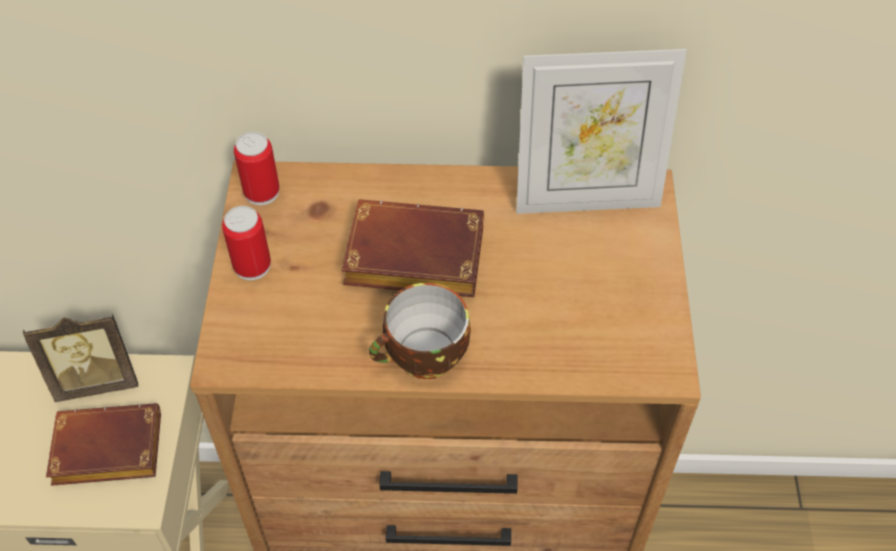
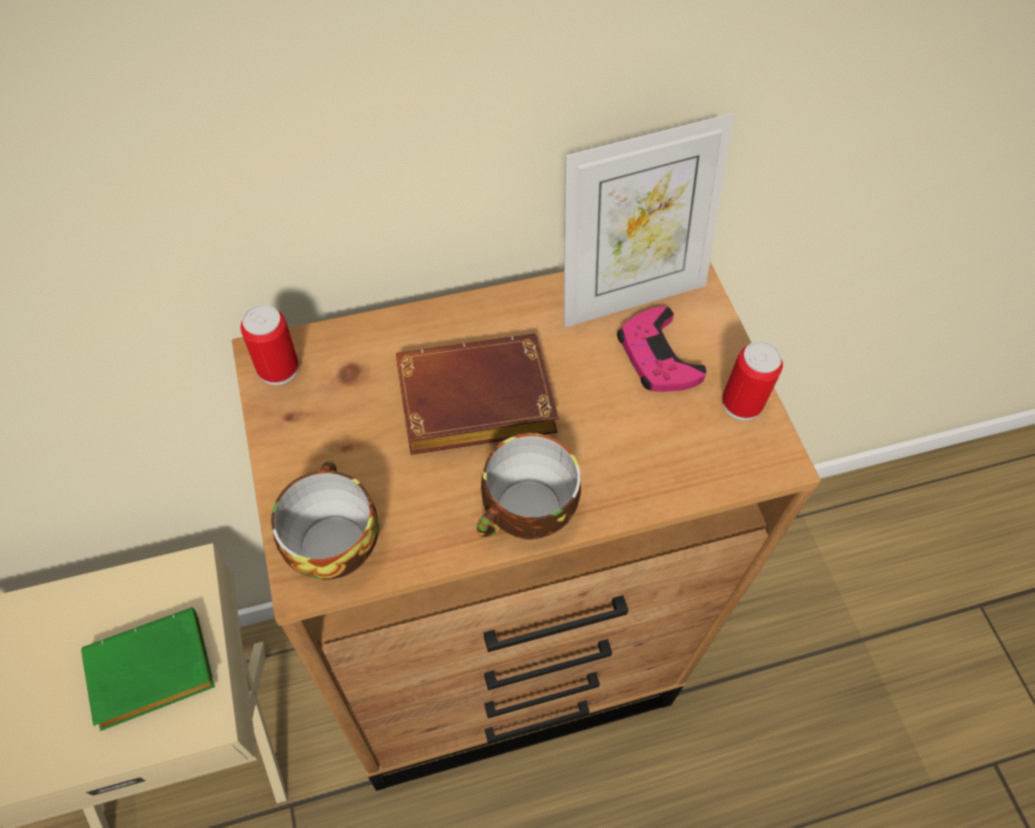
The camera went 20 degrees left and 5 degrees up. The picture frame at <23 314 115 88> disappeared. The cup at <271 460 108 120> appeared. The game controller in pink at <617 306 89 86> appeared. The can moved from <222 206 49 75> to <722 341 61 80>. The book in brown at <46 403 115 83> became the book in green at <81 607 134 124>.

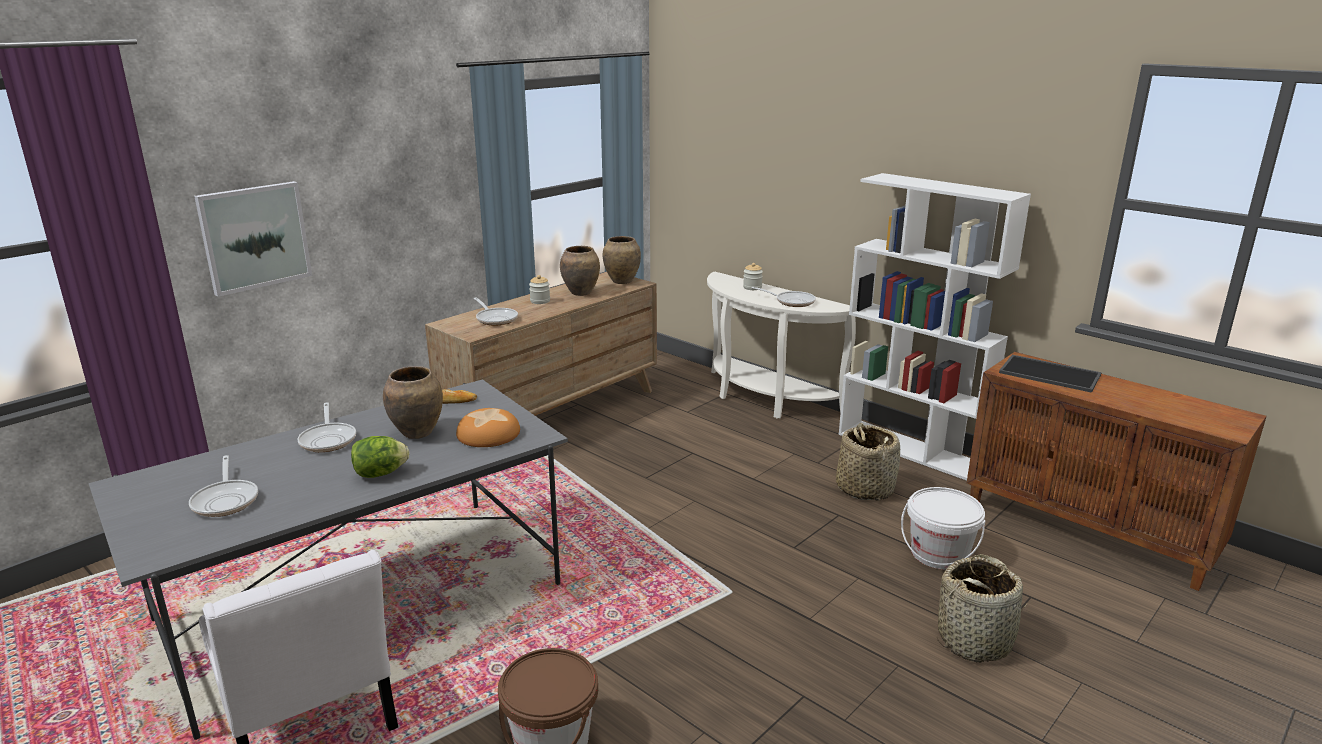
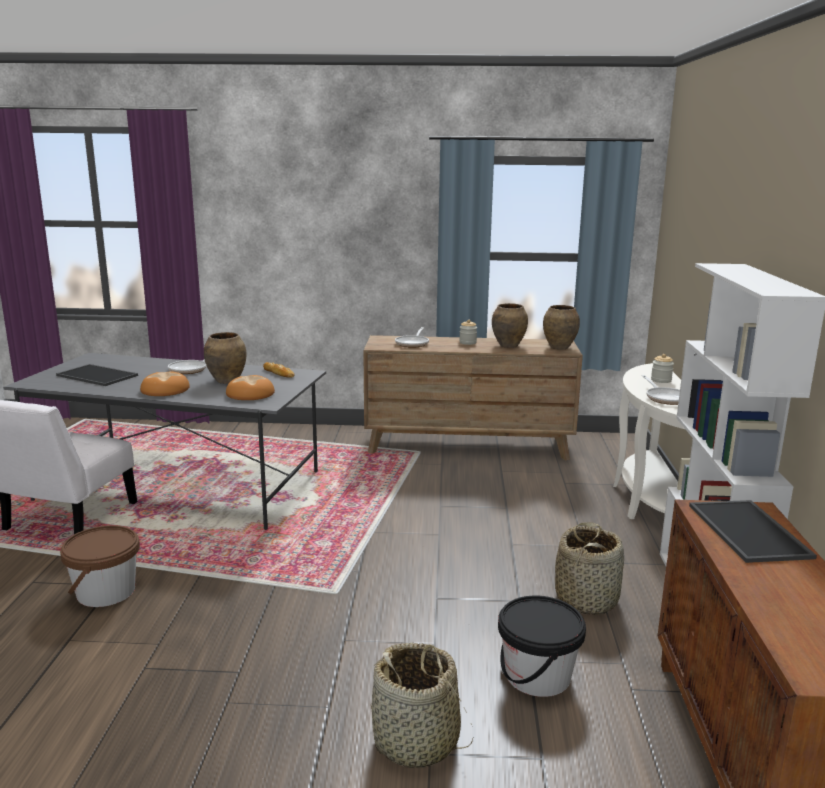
The camera went 50 degrees right and 5 degrees down. The picture at <194 181 118 116> disappeared. The frying pan at <189 455 69 62> was replaced by the tray at <56 364 82 22>. The lettuce at <351 436 58 42> was replaced by the bread at <140 371 50 25>. The bucket in white at <901 487 84 83> became the bucket in black at <498 596 88 101>.

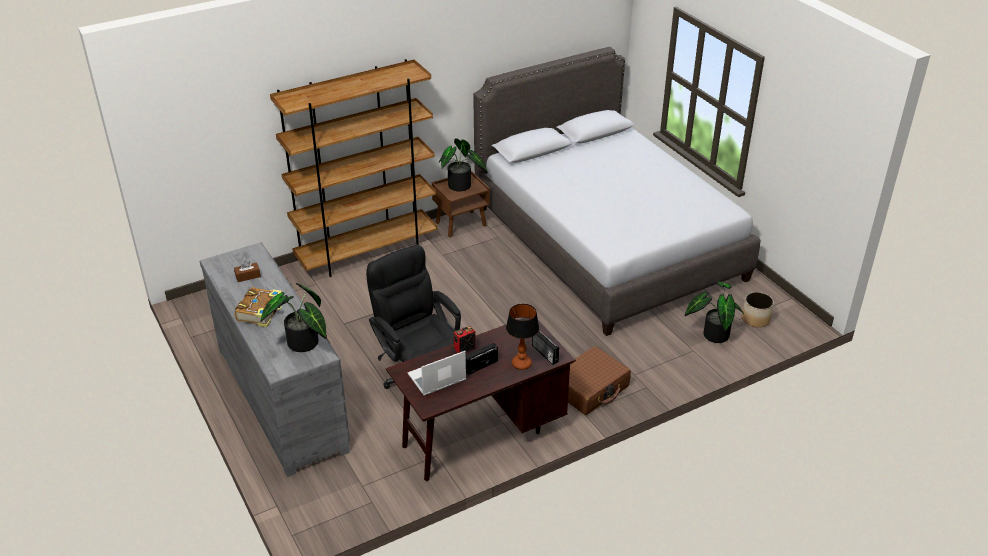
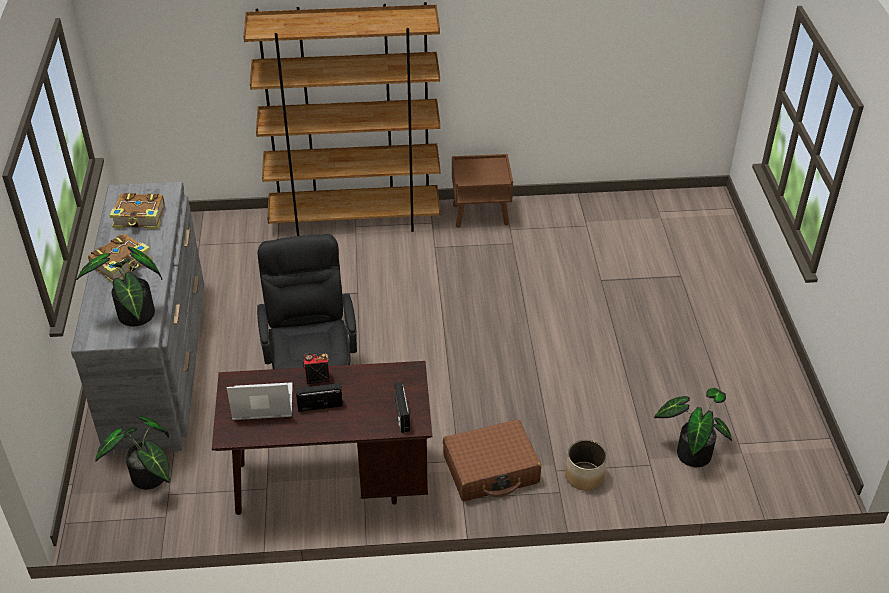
The camera went 25 degrees right and 5 degrees up. The bed in grey at <473 47 287 289> disappeared. The table lamp at <506 304 33 66> disappeared. The potted plant moved from <439 139 49 53> to <95 416 75 74>. The planter moved from <742 292 32 36> to <565 440 42 51>. The tissue box in brown at <234 261 27 21> was replaced by the book at <110 193 55 36>.

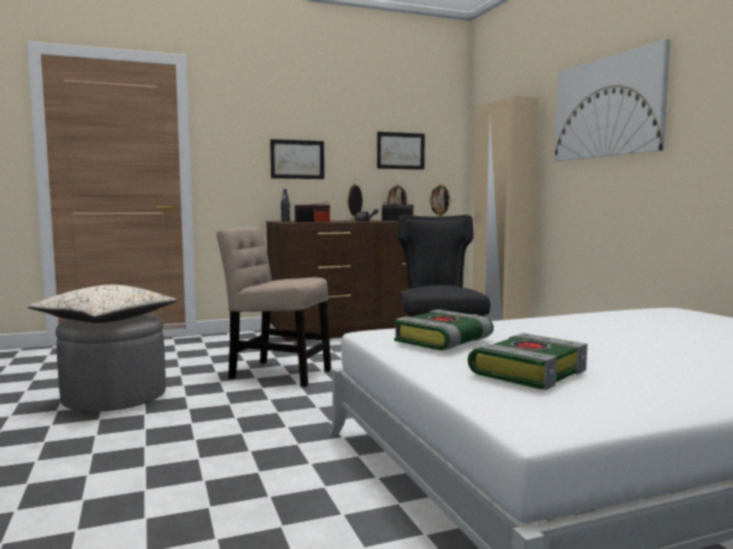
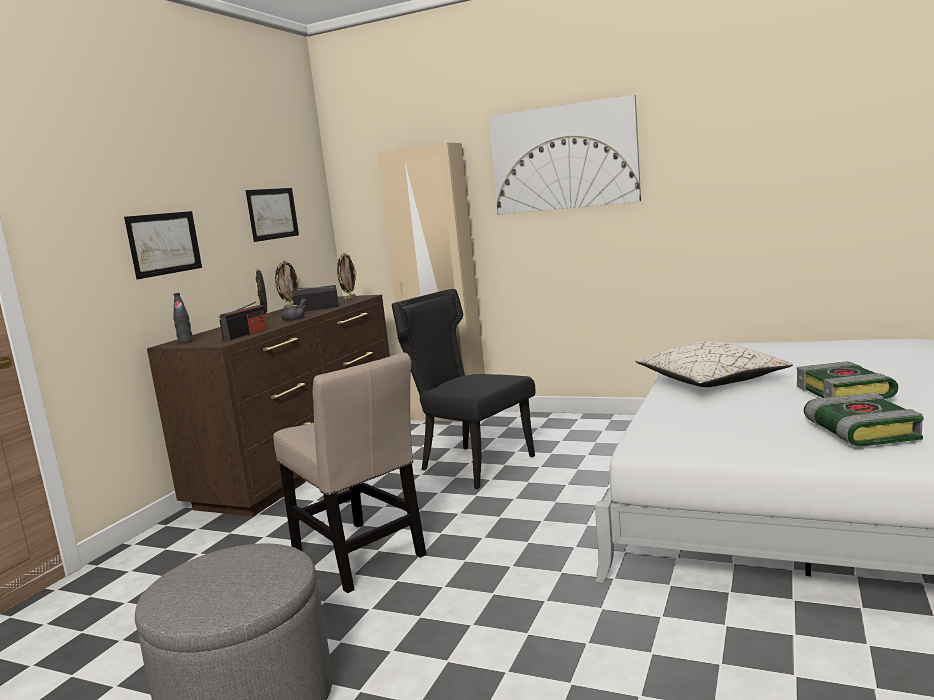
The camera went 45 degrees left and 5 degrees up. The pillow in beige moved from <27 285 150 38> to <635 341 158 46>. The book moved from <394 309 100 42> to <797 362 101 37>. The chair in beige at <216 227 115 160> turned 105 degrees counterclockwise.

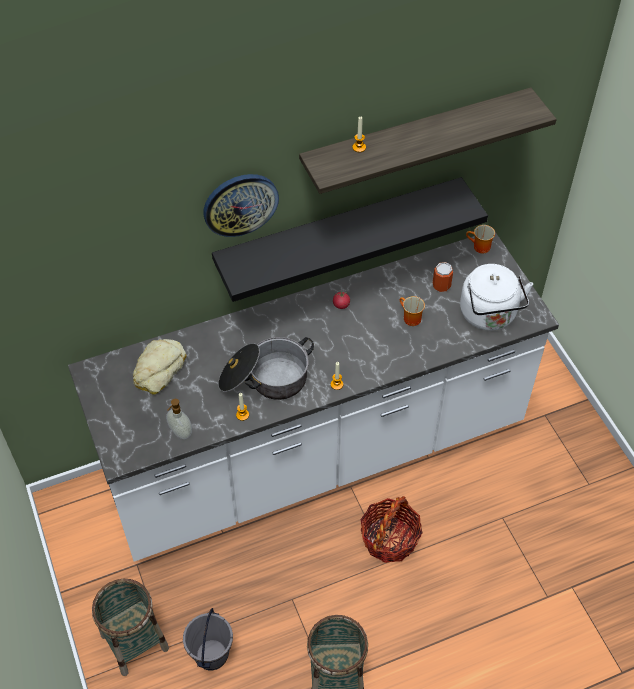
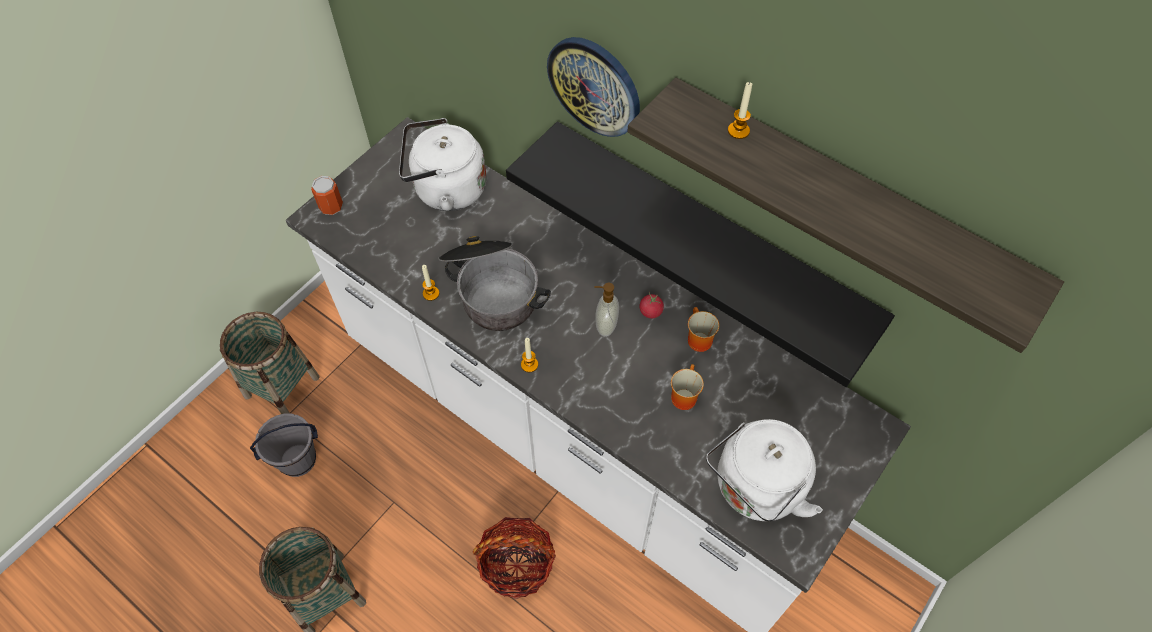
The camera went 60 degrees right and 5 degrees up. The soap dispenser moved from <166 399 26 40> to <594 283 25 54>. The can moved from <433 262 20 30> to <311 176 32 39>. The mug moved from <466 225 29 28> to <688 307 31 45>. The bread at <133 339 54 56> was replaced by the kettle in white at <399 118 88 93>.

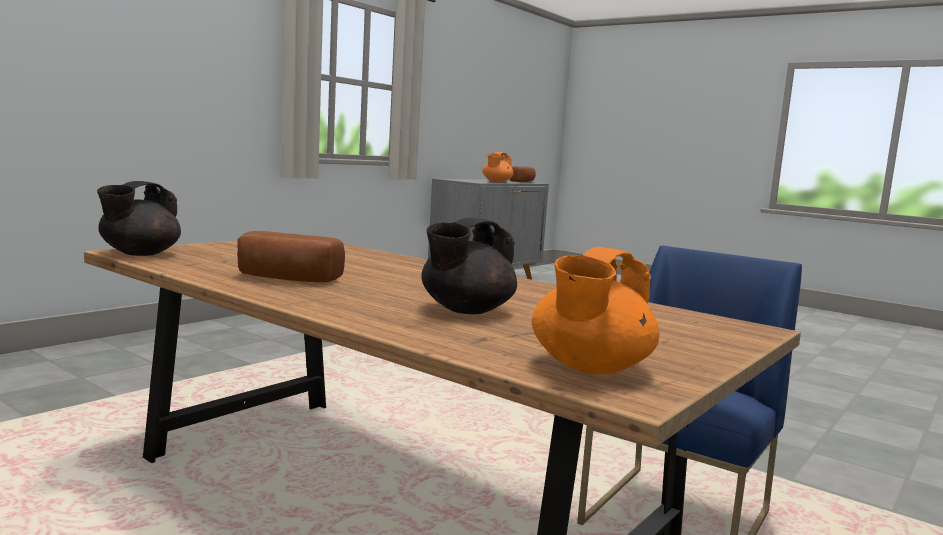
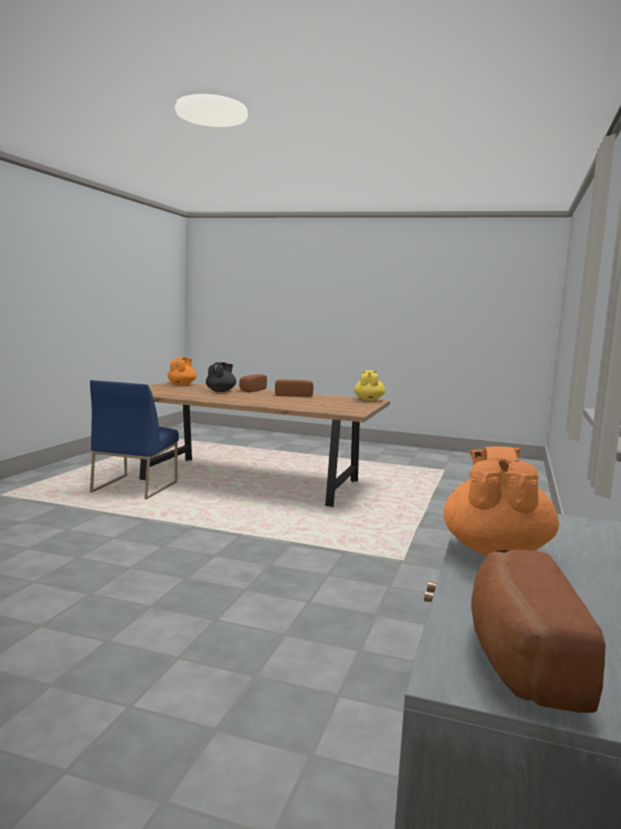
The camera went 160 degrees right and 0 degrees up. The bread at <239 374 28 18> appeared. The teapot in black at <97 181 84 75> became the teapot in yellow at <354 370 31 31>.

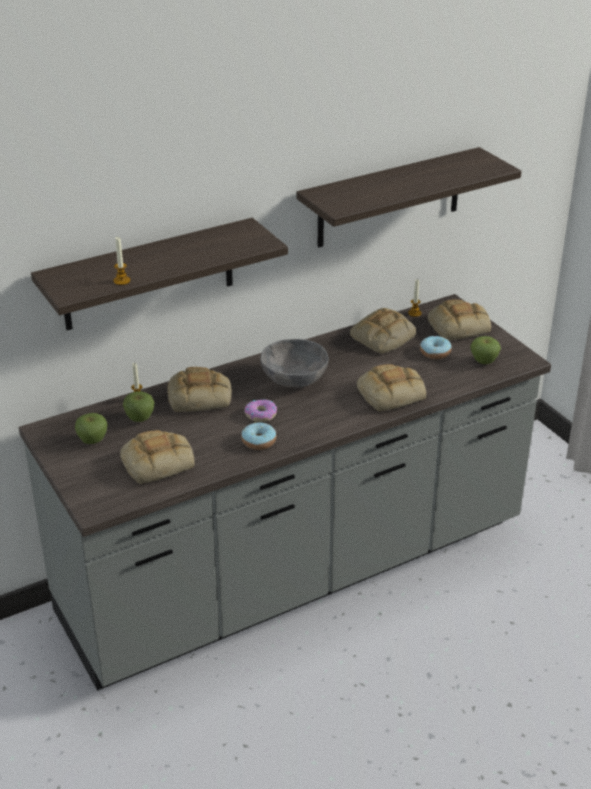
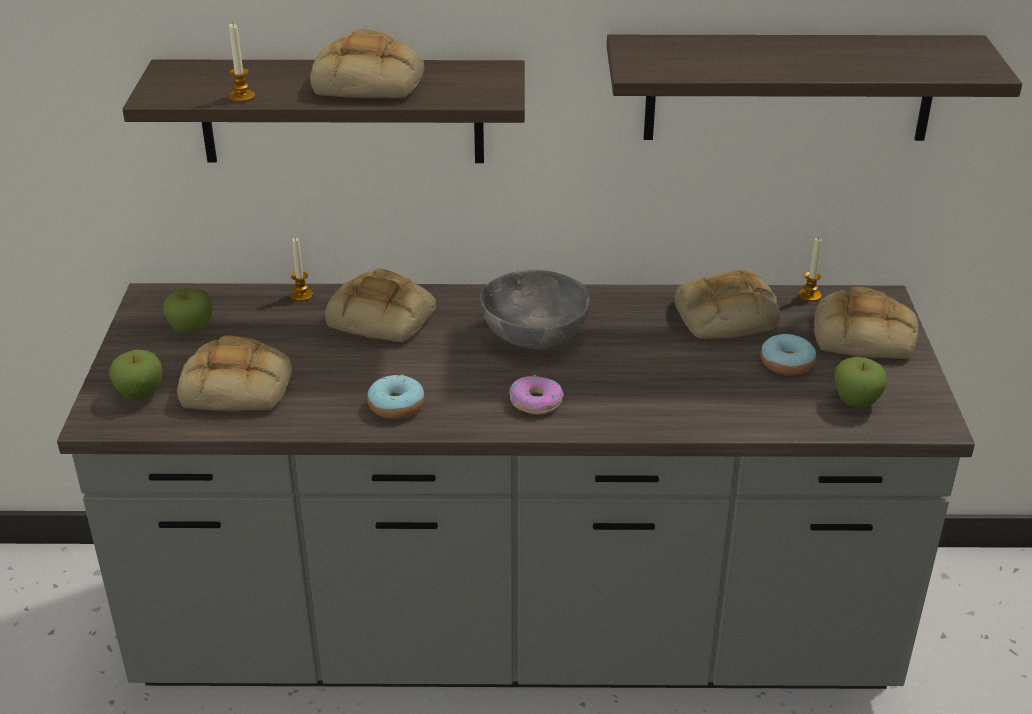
The camera went 30 degrees right and 0 degrees up. The apple moved from <123 391 31 31> to <109 350 53 50>. The donut moved from <244 399 33 23> to <509 375 55 40>. The bread moved from <357 364 69 47> to <310 29 114 69>.

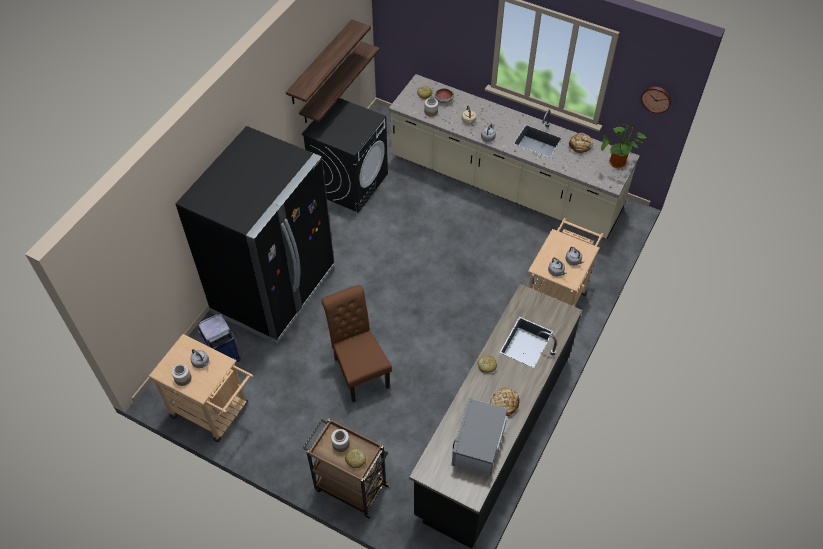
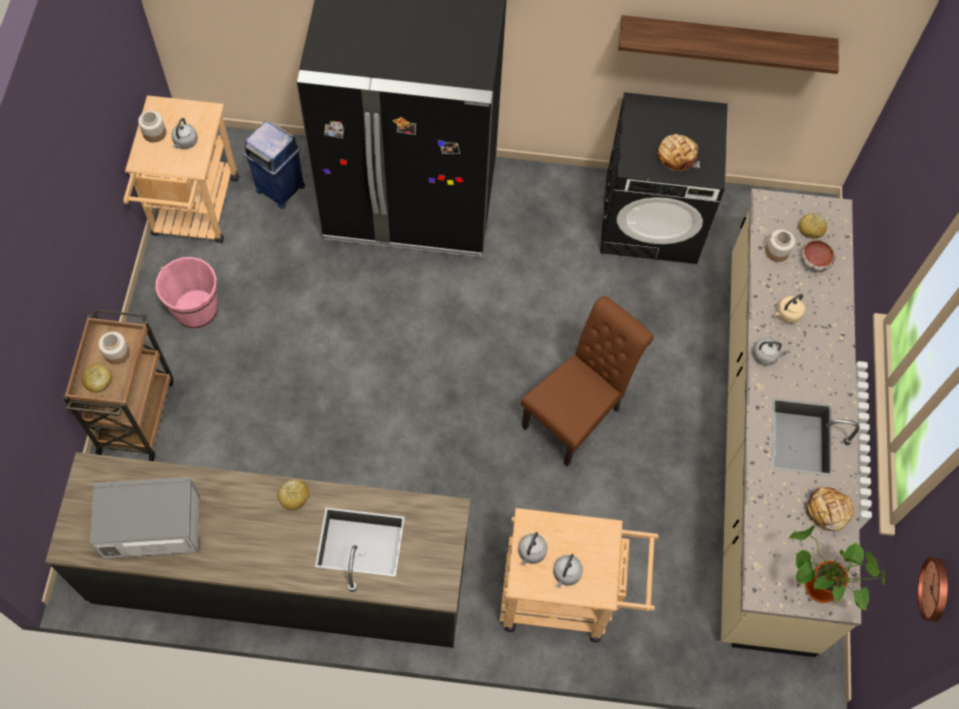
The camera went 65 degrees right and 10 degrees up. The shelf at <299 41 81 82> disappeared. The bucket in pink at <156 257 62 72> appeared. The chair in brown moved from <322 285 70 117> to <521 296 133 171>. The bread moved from <490 387 30 29> to <657 134 43 37>.

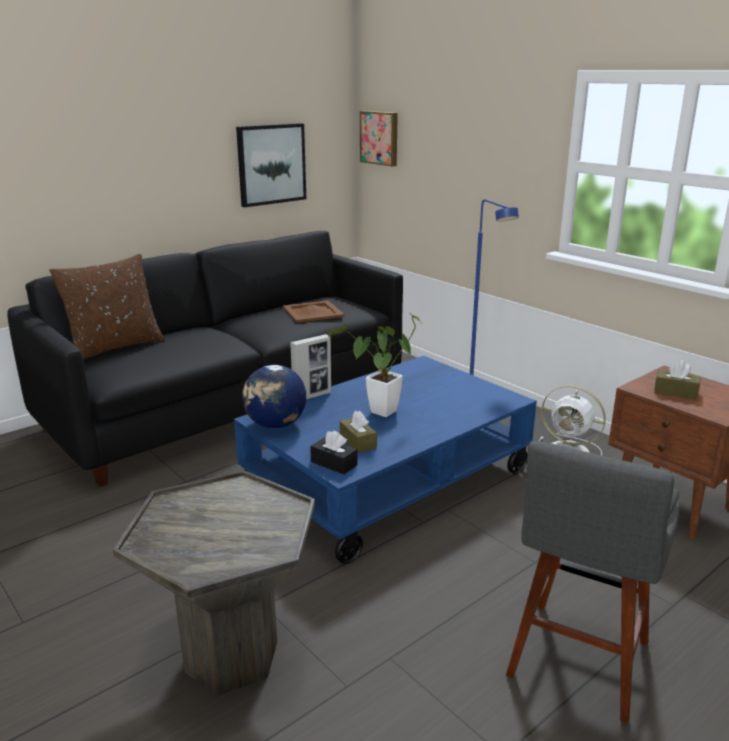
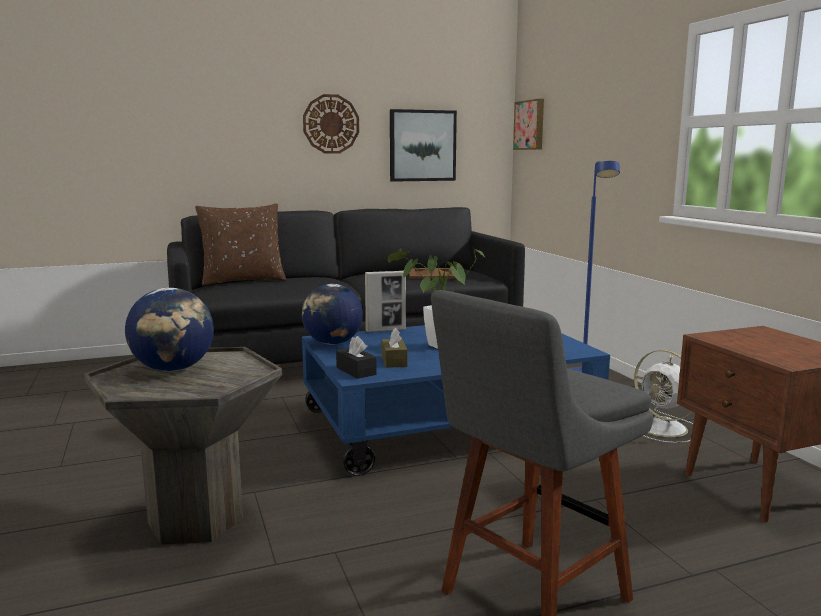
The camera went 20 degrees right and 10 degrees down. The tissue box in brown at <654 360 47 40> disappeared. The globe at <125 288 89 83> appeared. The wall clock at <303 94 56 60> appeared.

